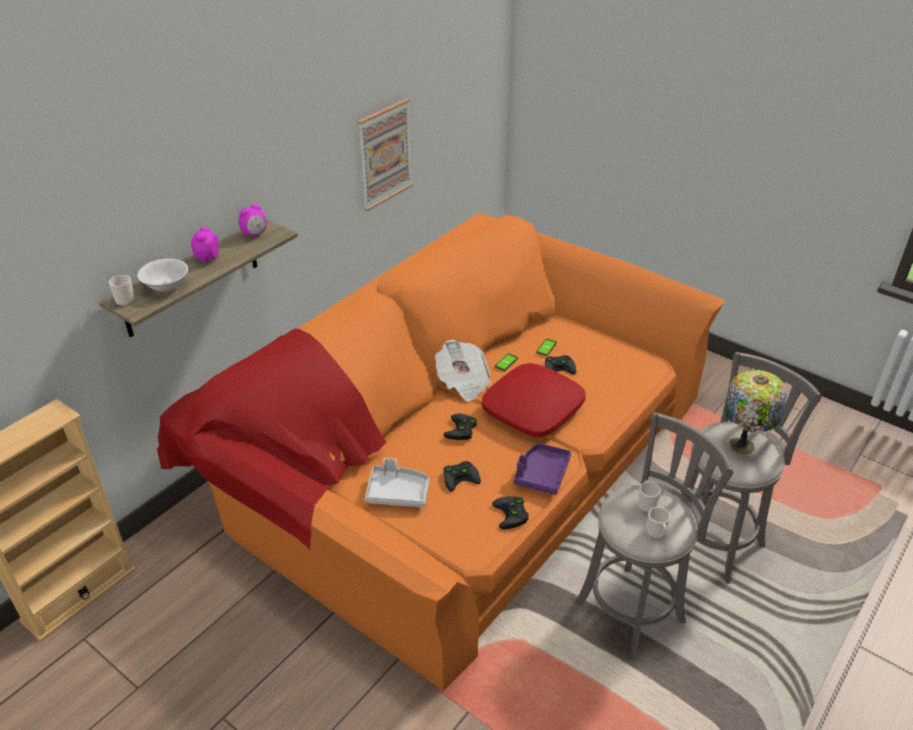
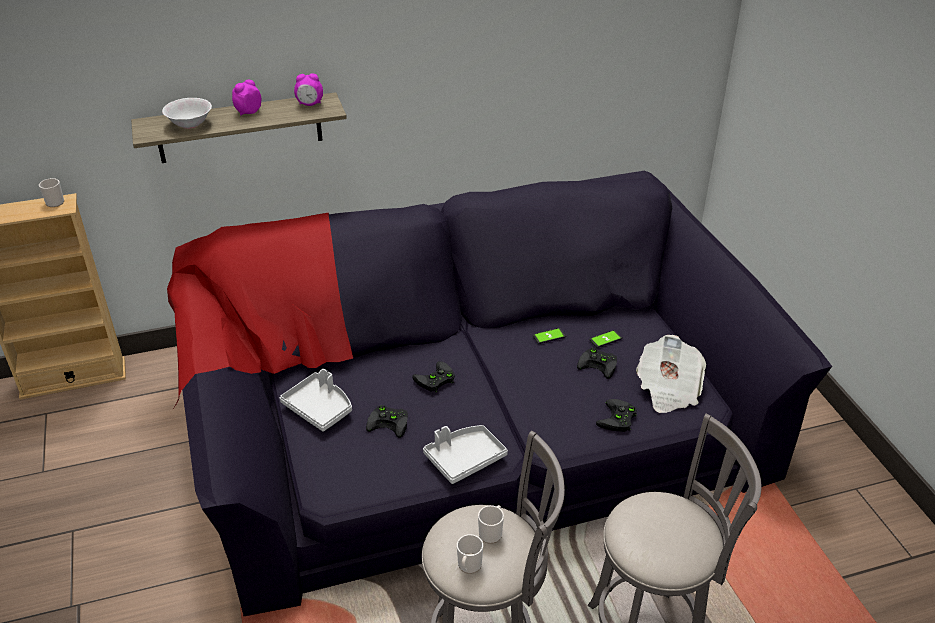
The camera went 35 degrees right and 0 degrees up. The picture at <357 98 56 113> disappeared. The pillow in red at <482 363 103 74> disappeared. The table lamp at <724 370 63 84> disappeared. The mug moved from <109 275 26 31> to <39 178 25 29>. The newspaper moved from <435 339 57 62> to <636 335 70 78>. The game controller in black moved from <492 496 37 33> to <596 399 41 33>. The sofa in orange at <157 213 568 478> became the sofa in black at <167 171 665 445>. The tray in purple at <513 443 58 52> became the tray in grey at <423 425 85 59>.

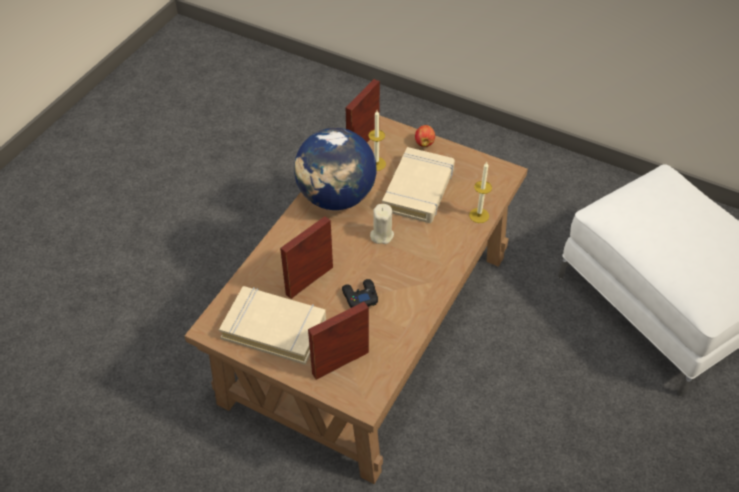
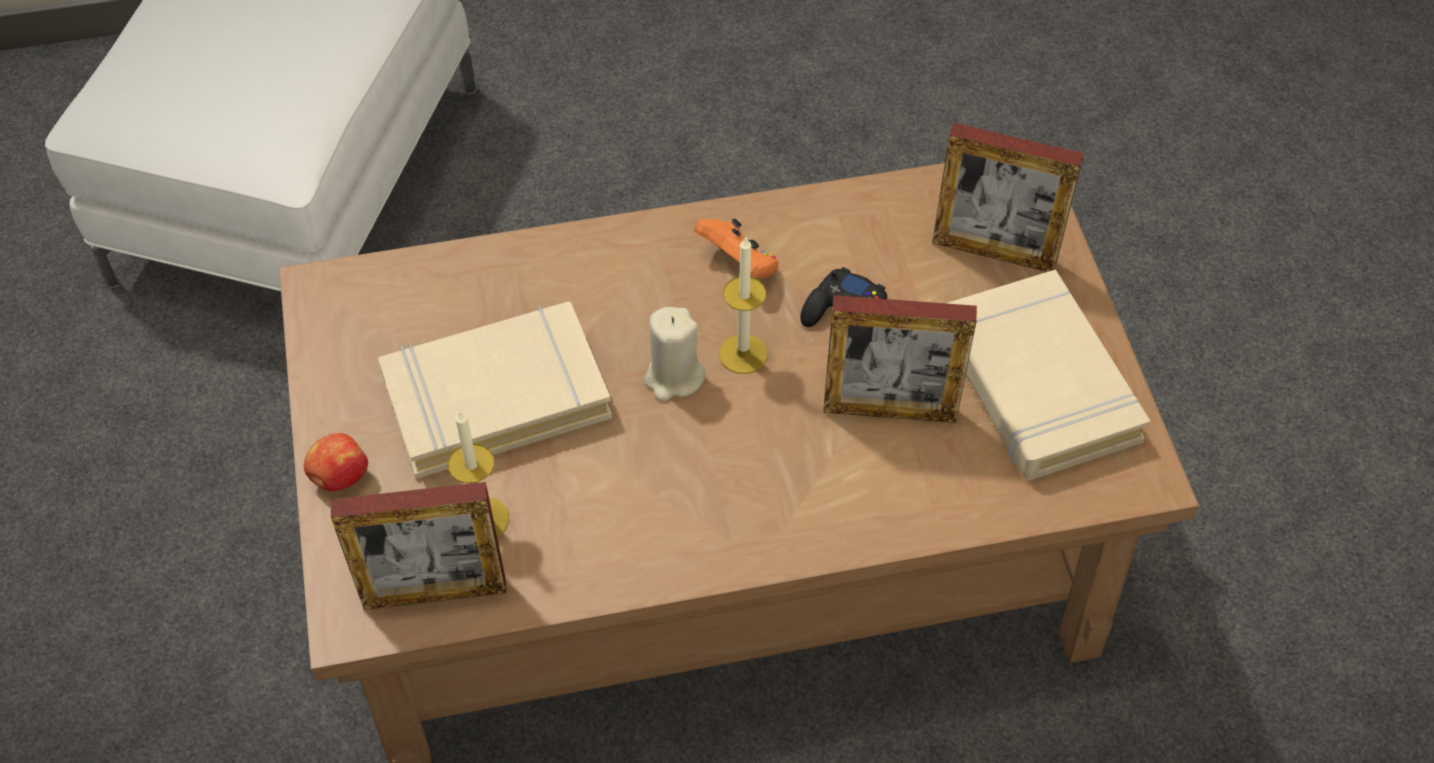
The camera went 130 degrees left and 5 degrees up. The globe at <294 128 83 82> disappeared. The game controller in orange at <694 219 85 60> appeared. The candle moved from <469 162 23 61> to <719 238 49 136>.

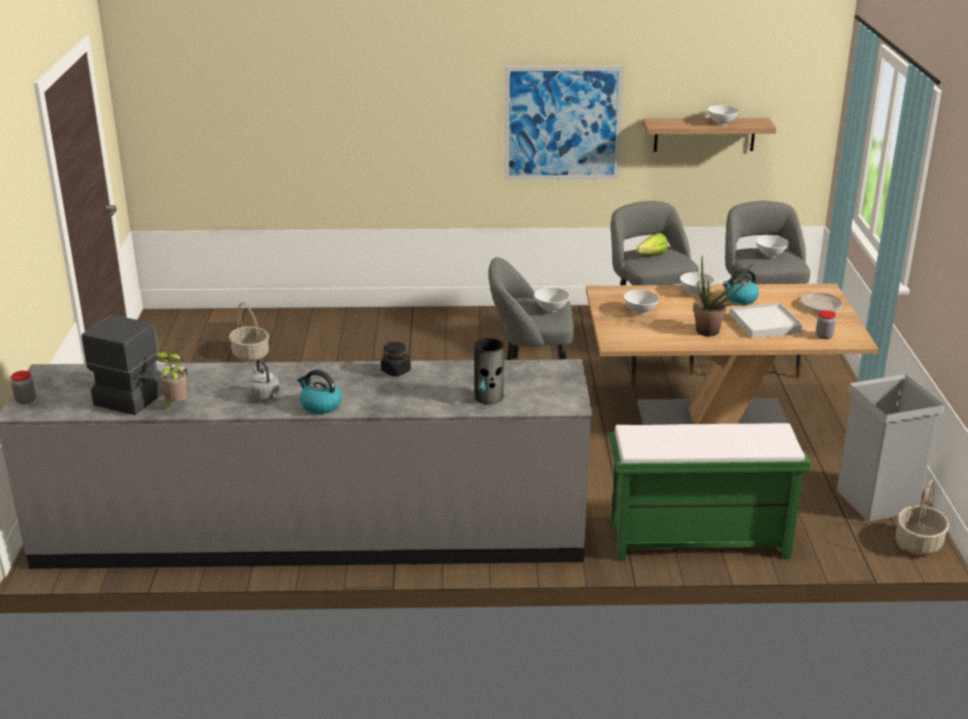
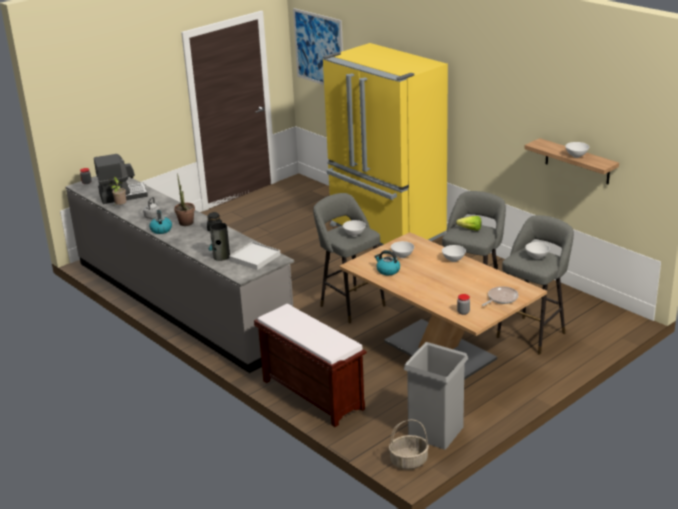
The camera went 50 degrees right and 0 degrees up. The basket at <229 302 40 60> disappeared. The fridge in yellow at <322 43 126 203> appeared. The picture moved from <504 66 120 114> to <293 8 50 77>. The potted plant moved from <693 254 61 82> to <174 173 21 53>. The kettle moved from <723 269 36 36> to <374 250 26 25>. The tray in white moved from <730 303 73 35> to <229 242 52 28>. The bench in green at <609 423 202 138> became the bench in brown at <254 304 113 123>.

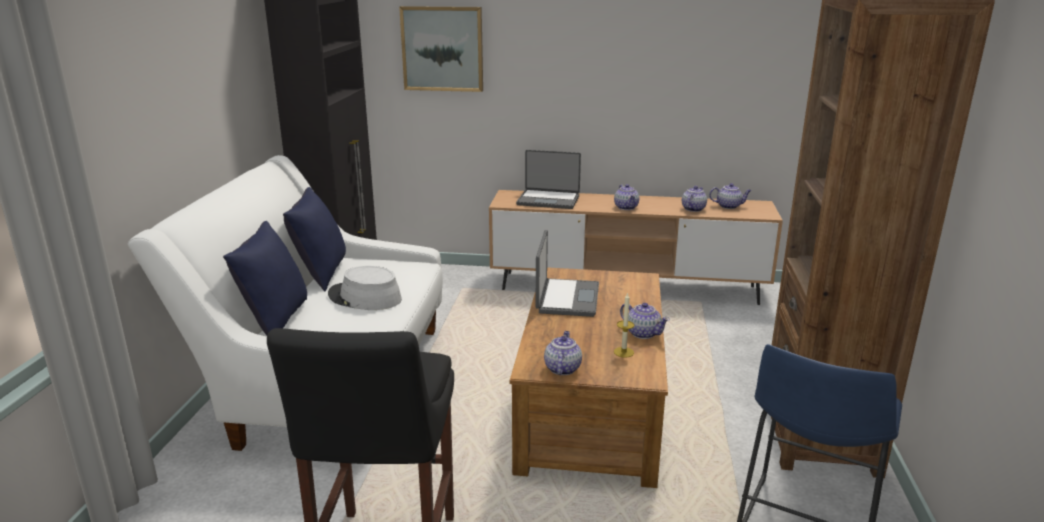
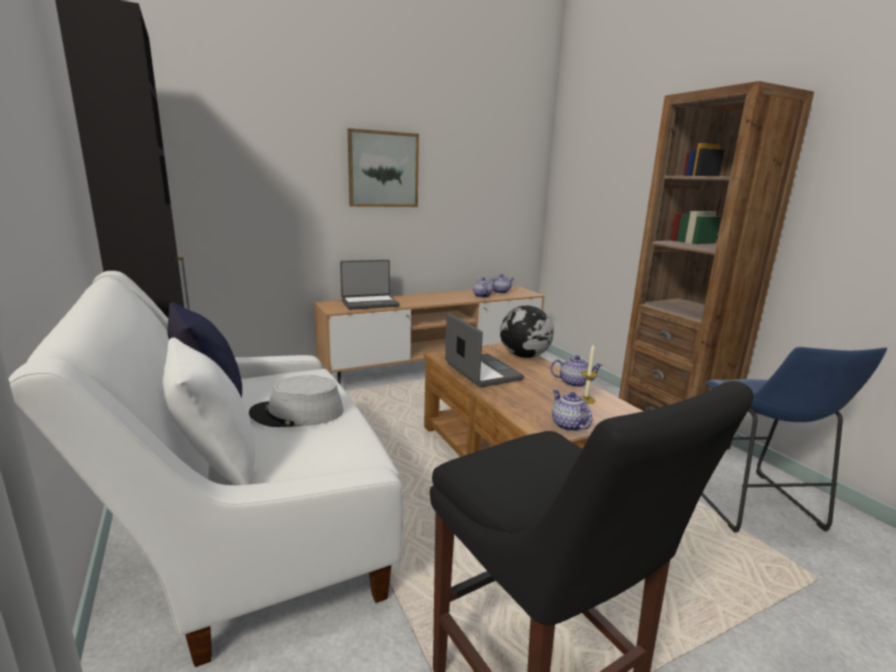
The camera went 35 degrees left and 5 degrees down. The teapot at <614 184 25 26> disappeared. The globe at <500 306 54 52> appeared. The picture moved from <399 6 84 86> to <348 128 71 79>. The pillow in blue at <223 221 84 115> became the pillow in white at <162 337 93 148>.

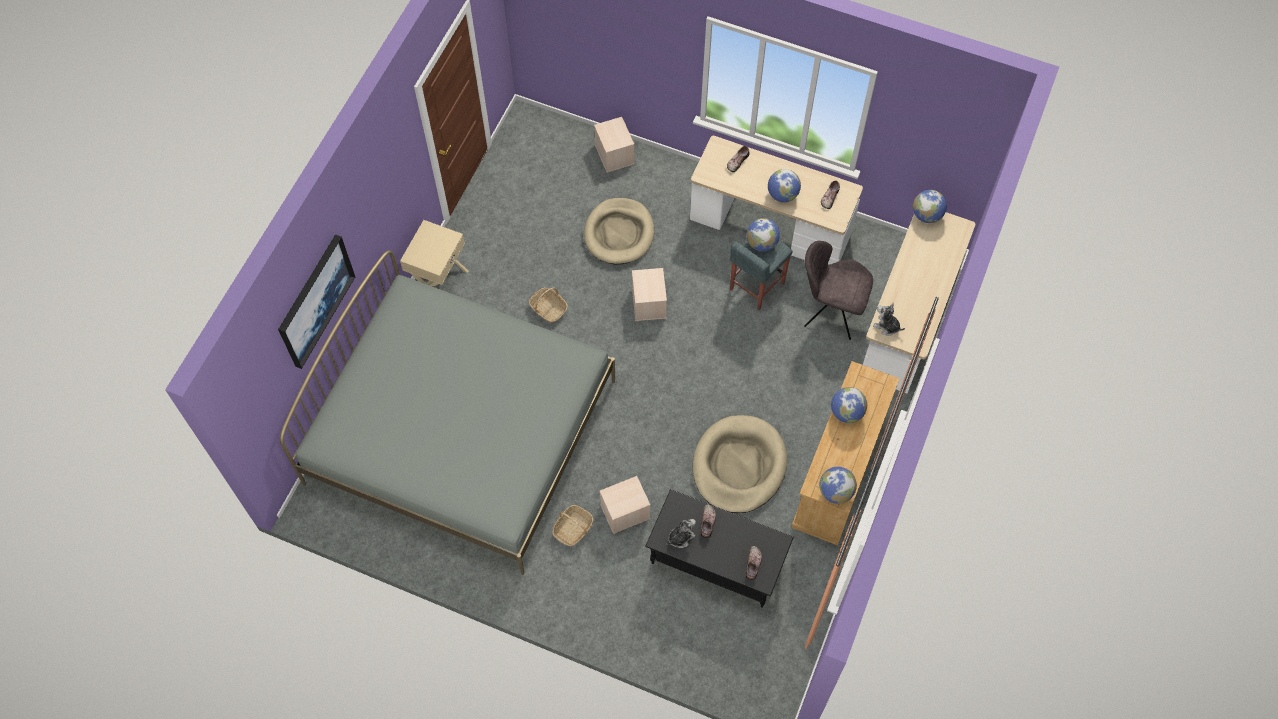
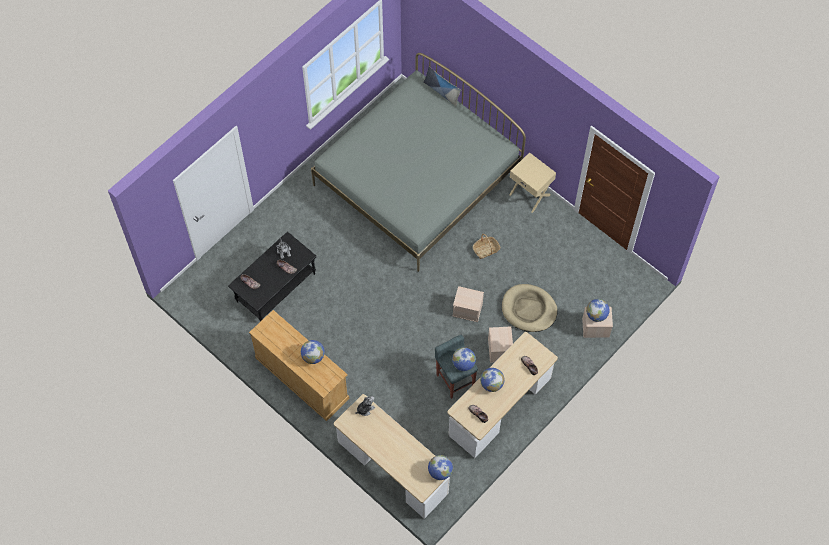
The camera went 110 degrees right and 0 degrees up. The picture at <278 234 77 135> disappeared. The basket at <552 505 42 41> disappeared. The dog bed in beige at <693 415 94 98> disappeared. The chair in grey at <804 241 69 99> disappeared. The pillow at <423 67 38 39> appeared. The storage box in beige moved from <600 476 50 58> to <488 326 25 37>. The globe moved from <819 467 38 37> to <586 299 24 23>.

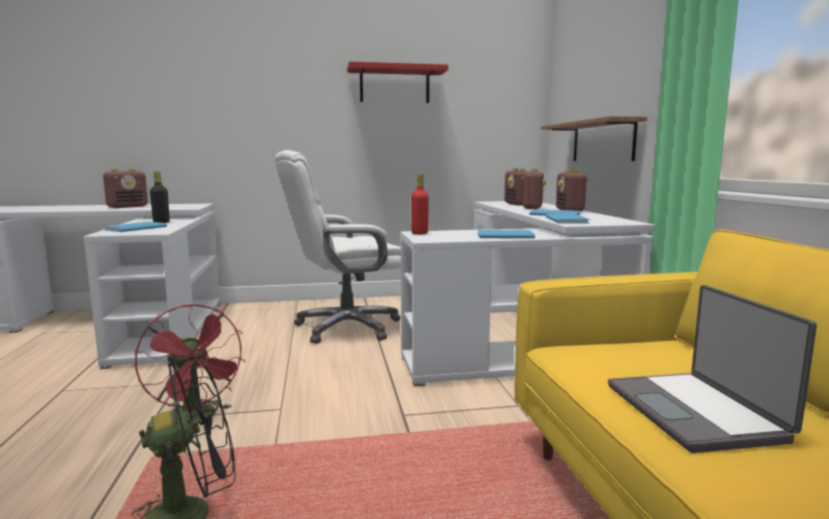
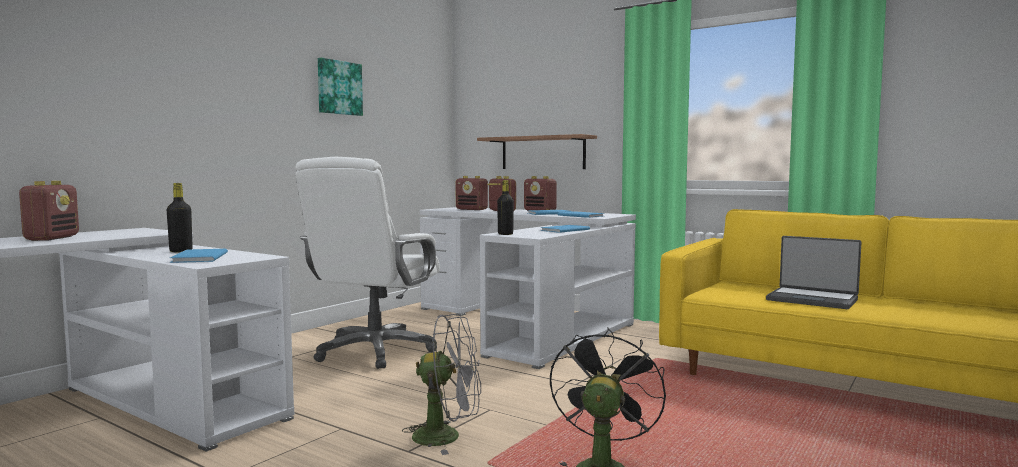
The camera went 45 degrees left and 5 degrees down. The shelf in red at <347 61 101 42> was replaced by the picture at <318 58 45 58>. The fan in red at <135 304 111 119> became the fan in grey at <402 314 79 141>. The bottle in red at <411 174 18 61> became the bottle in black at <497 180 17 55>.

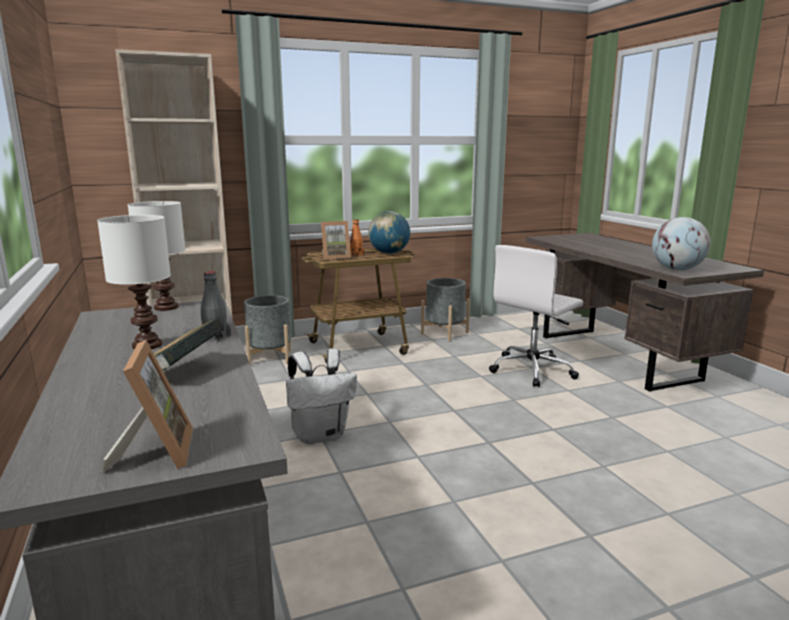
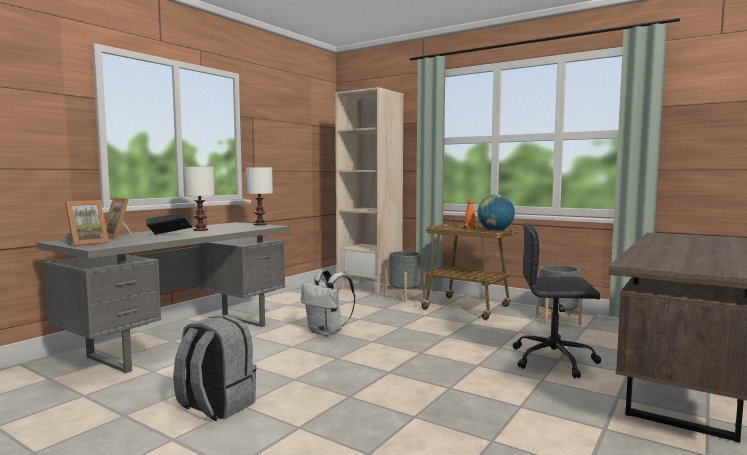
The camera went 55 degrees right and 10 degrees down. The bottle in grey at <201 271 30 71> disappeared. The globe at <652 217 59 53> disappeared. The backpack in grey at <173 315 84 106> appeared. The picture frame moved from <321 221 30 39> to <105 198 27 41>. The office chair in white at <489 245 94 142> became the office chair in black at <513 223 88 155>.

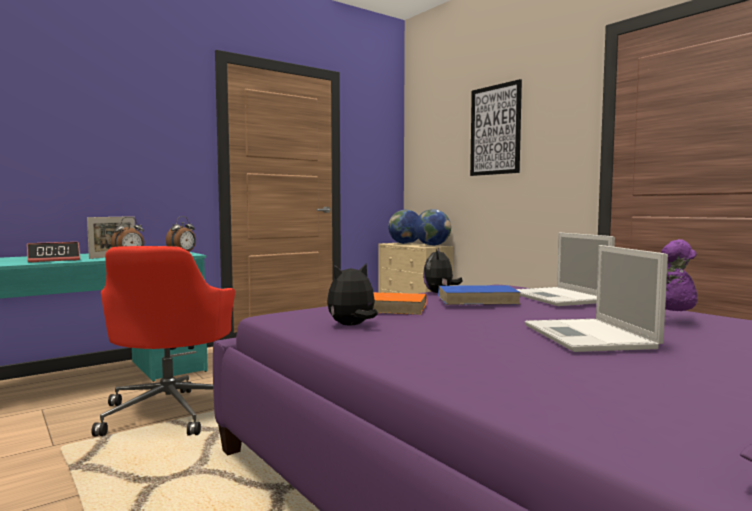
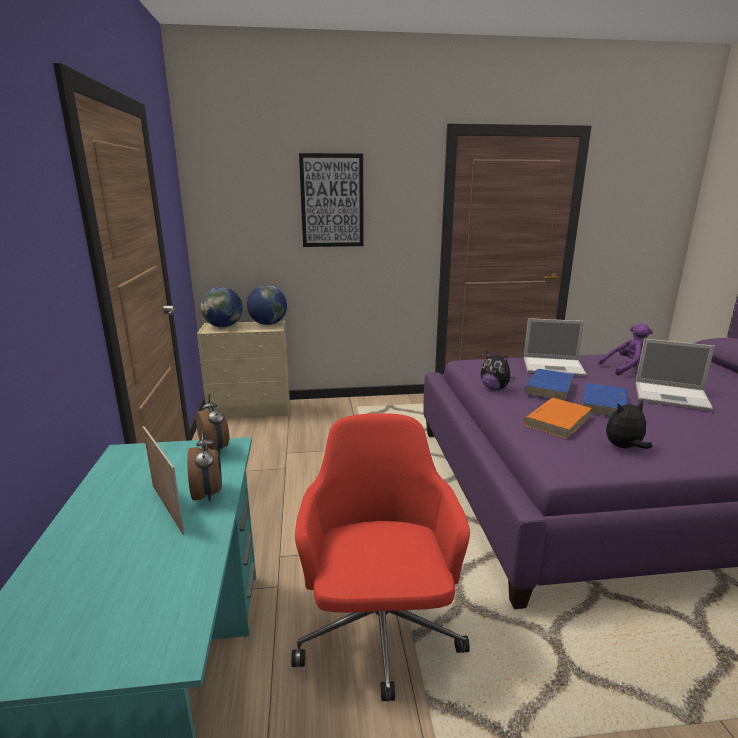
The camera went 60 degrees left and 15 degrees up. The alarm clock at <27 242 53 21> disappeared. The book in blue at <582 383 46 33> appeared. The office chair in red at <91 246 144 190> turned 120 degrees counterclockwise. The plush toy at <327 264 51 61> turned 75 degrees clockwise.

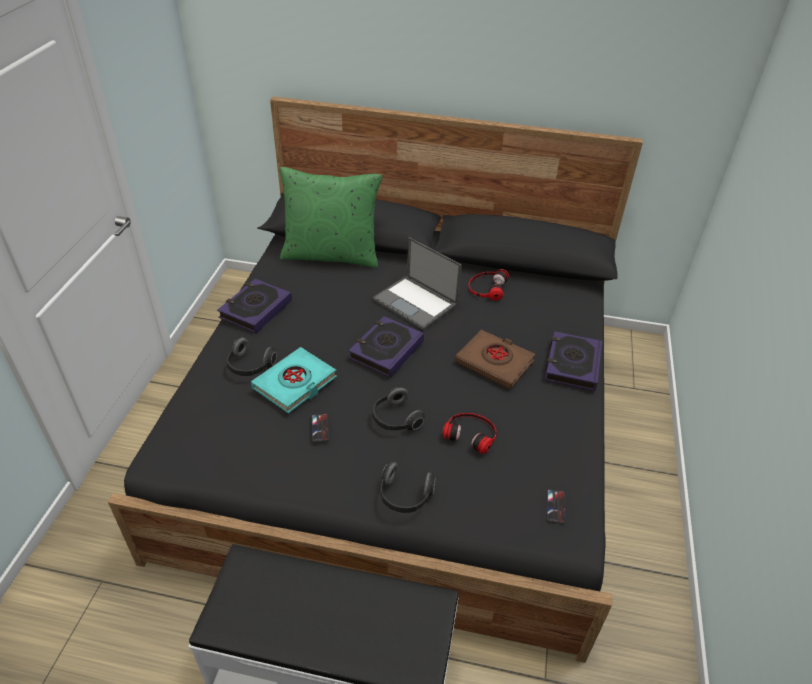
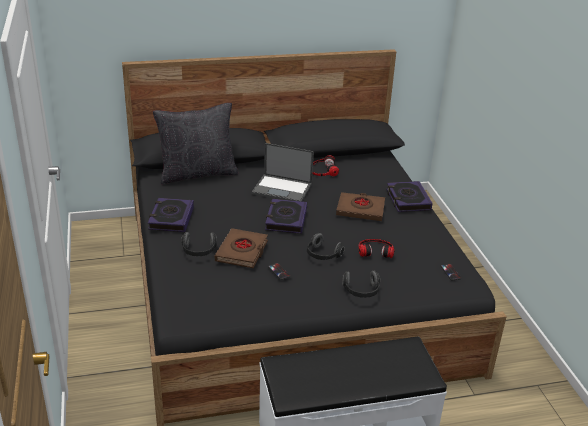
The camera went 25 degrees left and 10 degrees down. The book in turquoise at <251 347 86 67> became the book in brown at <215 228 53 40>. The pillow in green at <280 167 102 101> became the pillow in black at <153 103 85 81>.

